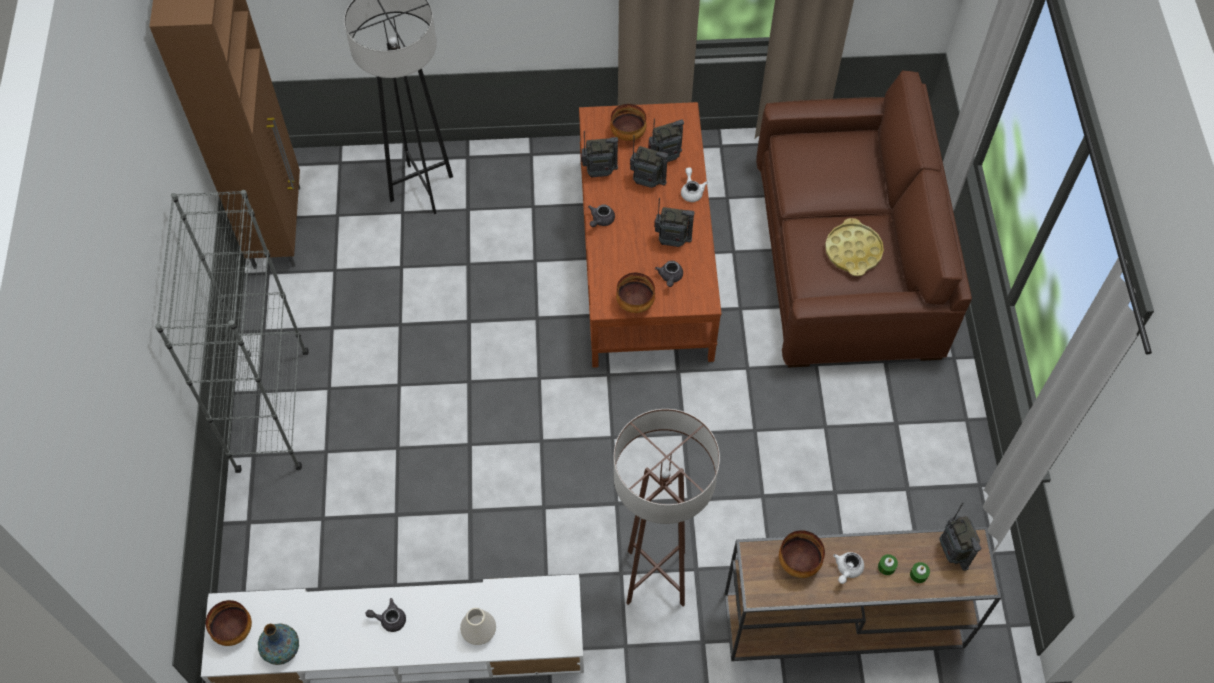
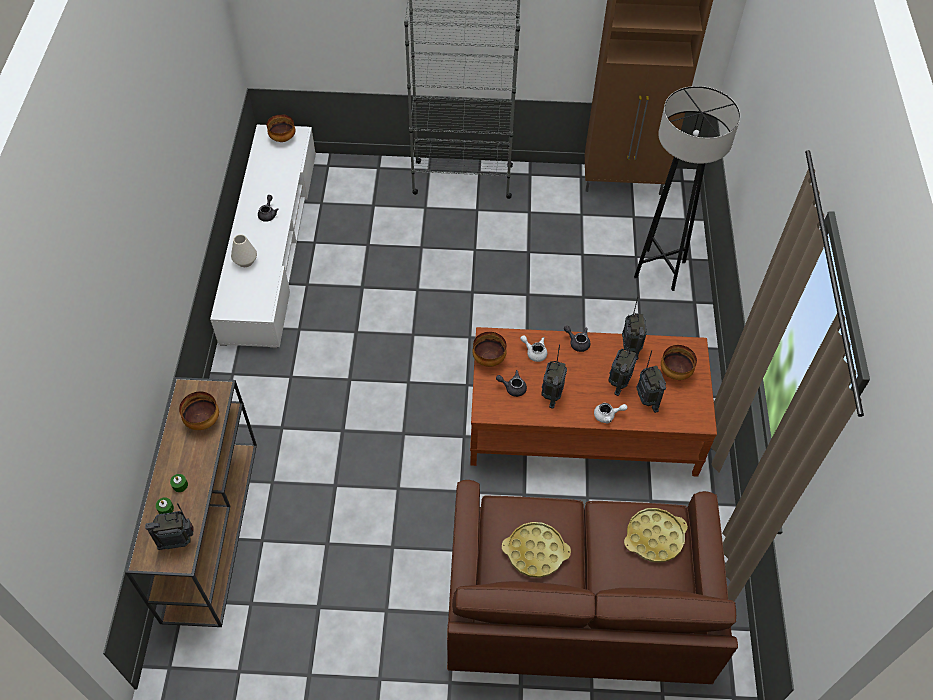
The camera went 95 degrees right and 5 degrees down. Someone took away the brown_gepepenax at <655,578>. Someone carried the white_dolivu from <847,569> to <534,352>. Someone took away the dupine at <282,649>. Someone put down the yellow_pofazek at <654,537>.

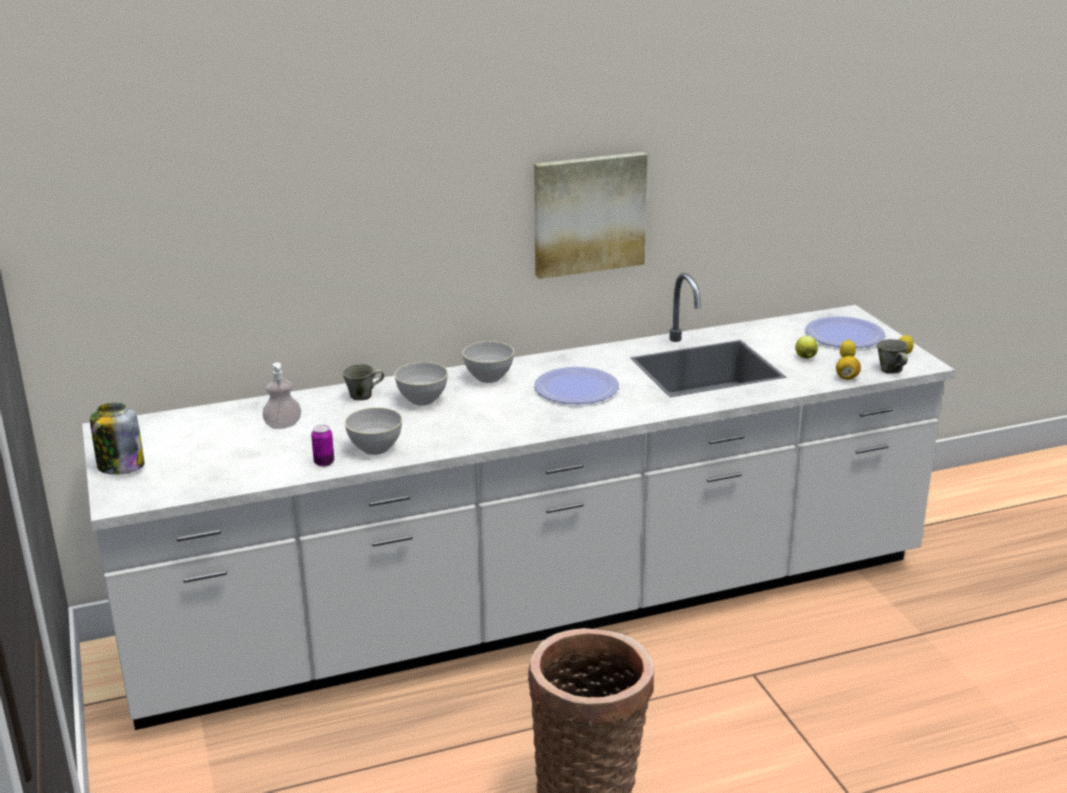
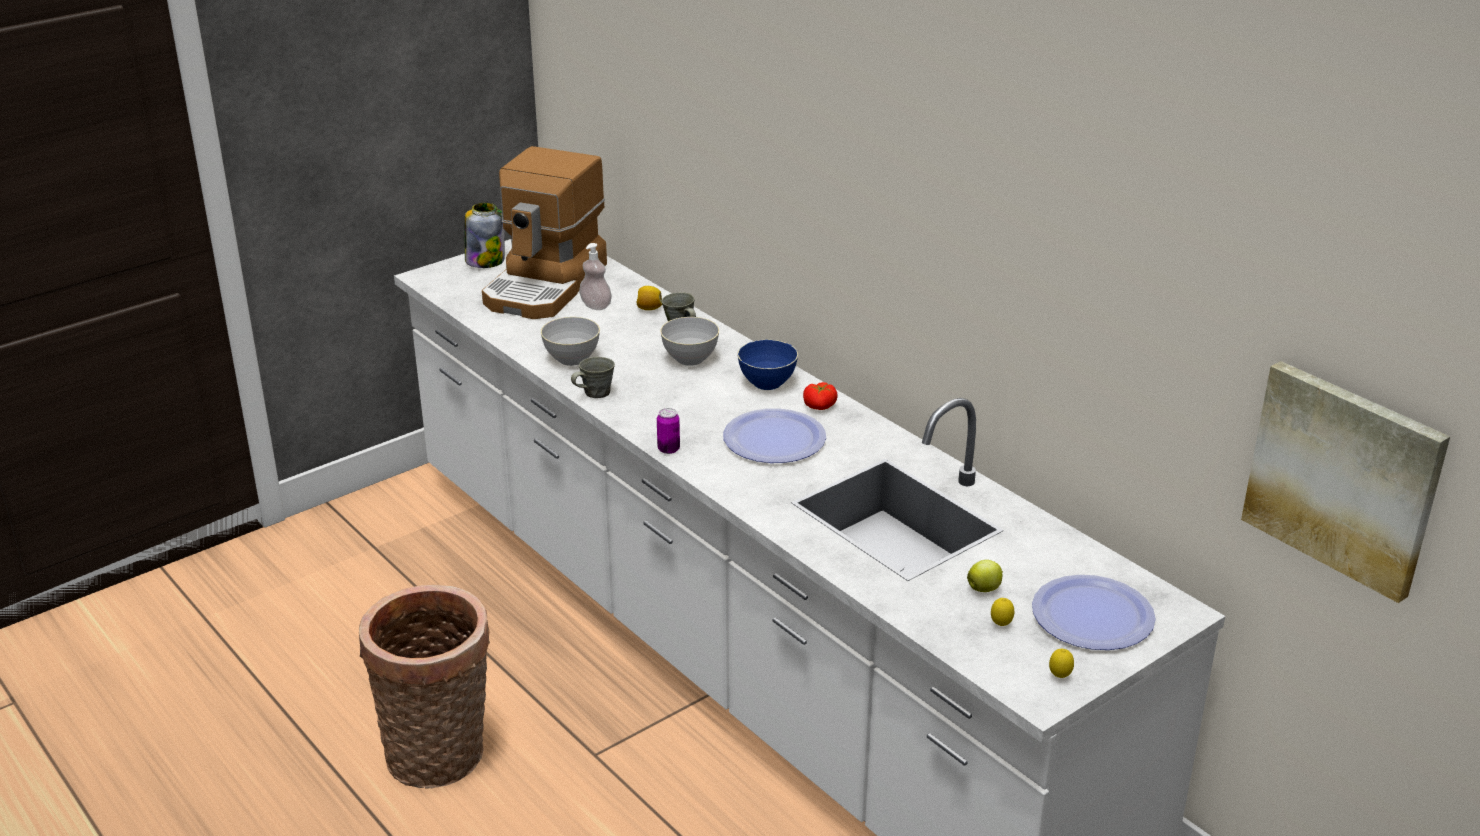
The camera went 70 degrees right and 5 degrees up. Someone carried the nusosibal from <588,213> to <1344,477>. Someone carried the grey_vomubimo from <891,370> to <595,393>. Someone repainted the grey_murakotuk at <488,377>, which became the blue_murakotuk at <767,383>. Someone carried the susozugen from <847,378> to <649,309>. Someone carried the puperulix from <324,463> to <668,449>. Someone put down the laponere at <546,285>. Someone put down the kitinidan at <820,406>.

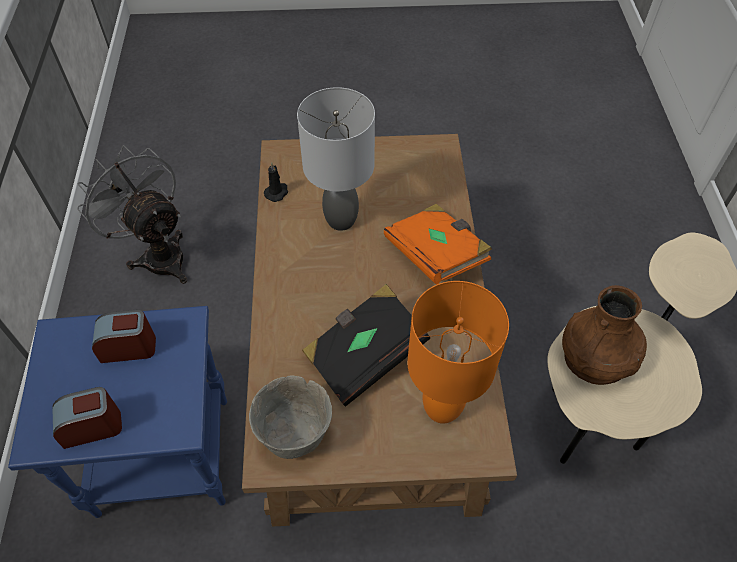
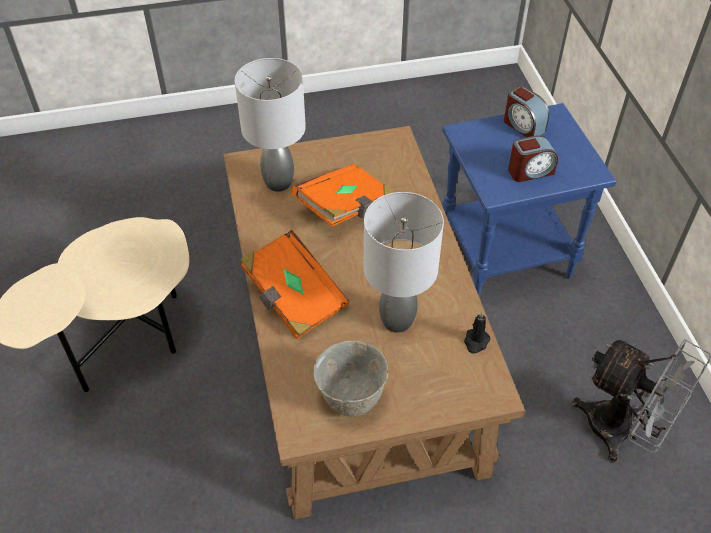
The camera went 170 degrees right and 5 degrees down. Someone repainted the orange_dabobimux at <442,407>, which became the grey_dabobimux at <278,183>. Someone repainted the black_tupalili at <364,354>, which became the orange_tupalili at <345,208>. Someone took away the brown_dupine at <596,358>. Someone carried the grey_murakotuk from <296,433> to <350,399>. Someone rotated the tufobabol at <92,427> by 75 degrees clockwise.

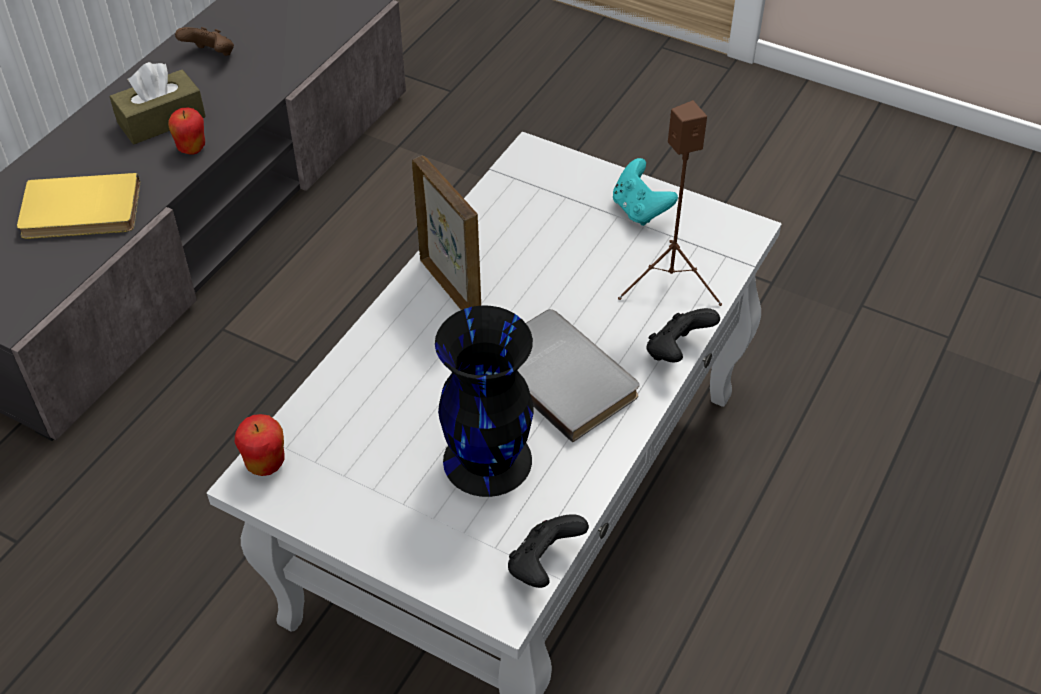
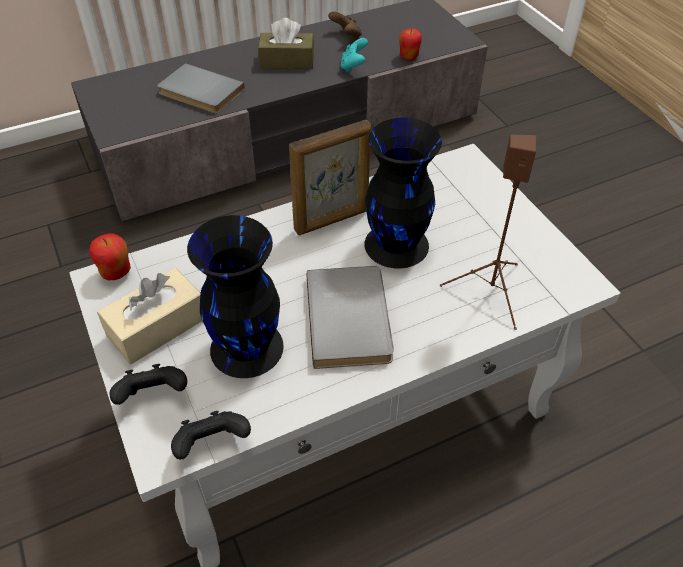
The camera went 35 degrees right and 0 degrees up. Someone carried the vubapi from <192,148> to <409,57>. Someone rotated the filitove at <451,286> by 60 degrees clockwise. Someone carried the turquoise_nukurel from <640,210> to <353,66>. Someone repainted the yellow_tupalili at <81,213>, which became the grey_tupalili at <199,93>. Someone carried the black_nukurel from <677,351> to <154,396>. Someone put down the black_dupine at <398,244>. Someone put down the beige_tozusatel at <157,327>.

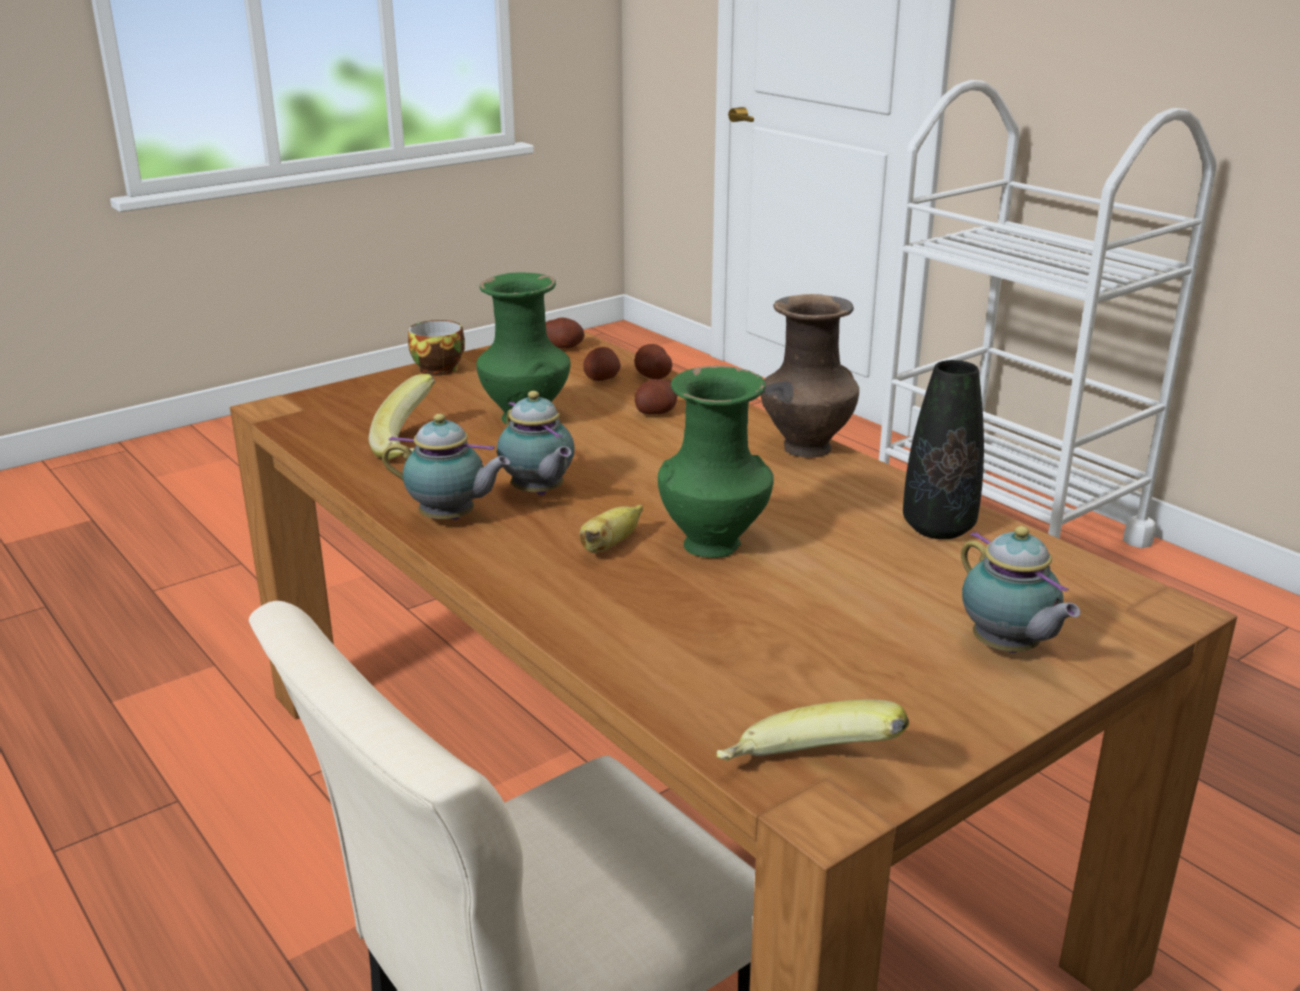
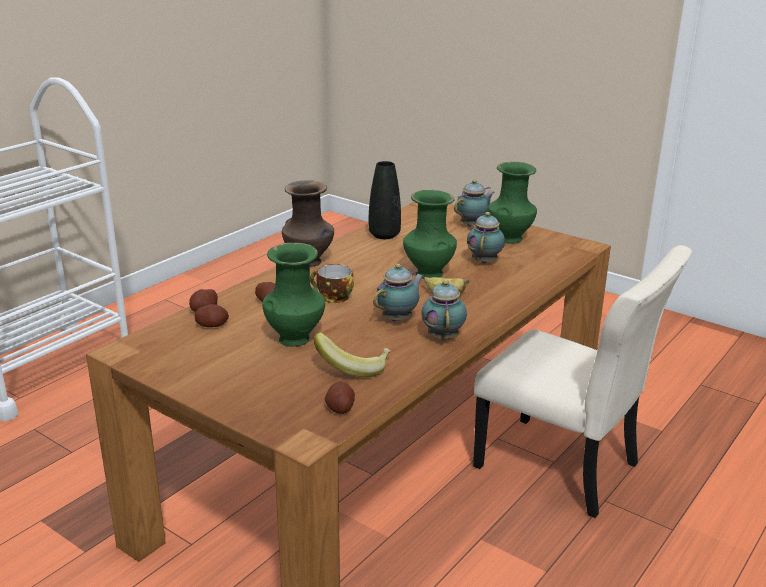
The camera went 105 degrees left and 0 degrees up. Someone carried the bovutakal from <562,347> to <340,408>. Someone carried the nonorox from <439,368> to <333,298>. Someone took away the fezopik at <807,775>. Someone put down the green_dupine at <509,238>. Someone put down the dolivu at <485,261>.

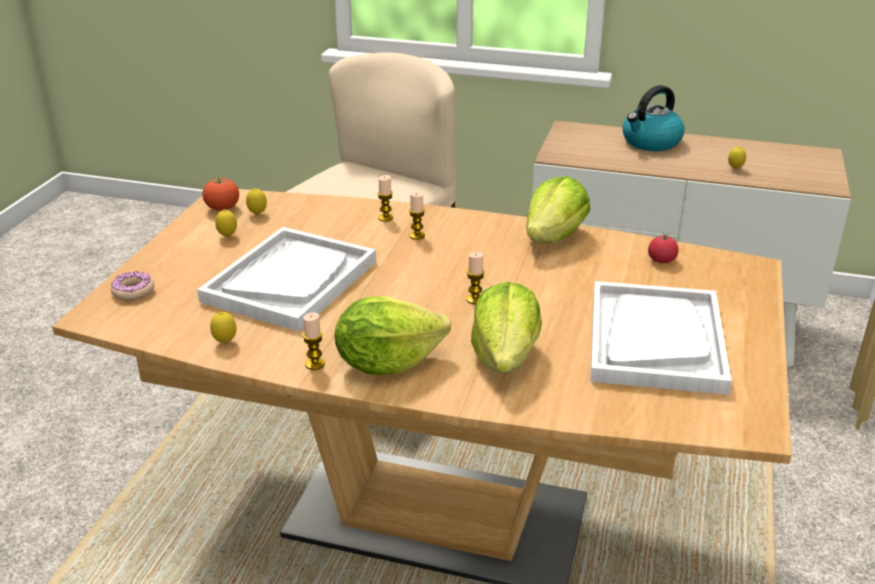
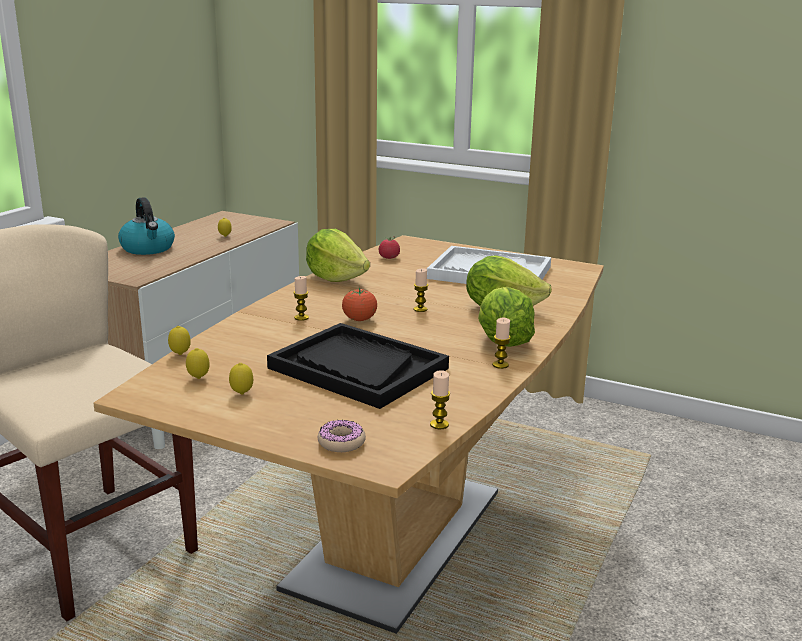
The camera went 80 degrees left and 10 degrees down. Someone carried the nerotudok from <385,218> to <439,424>. Someone carried the kitinidan from <222,209> to <359,320>. Someone repainted the white_pofazek at <290,281>, which became the black_pofazek at <357,368>. Someone carried the susozugen from <225,342> to <180,354>.

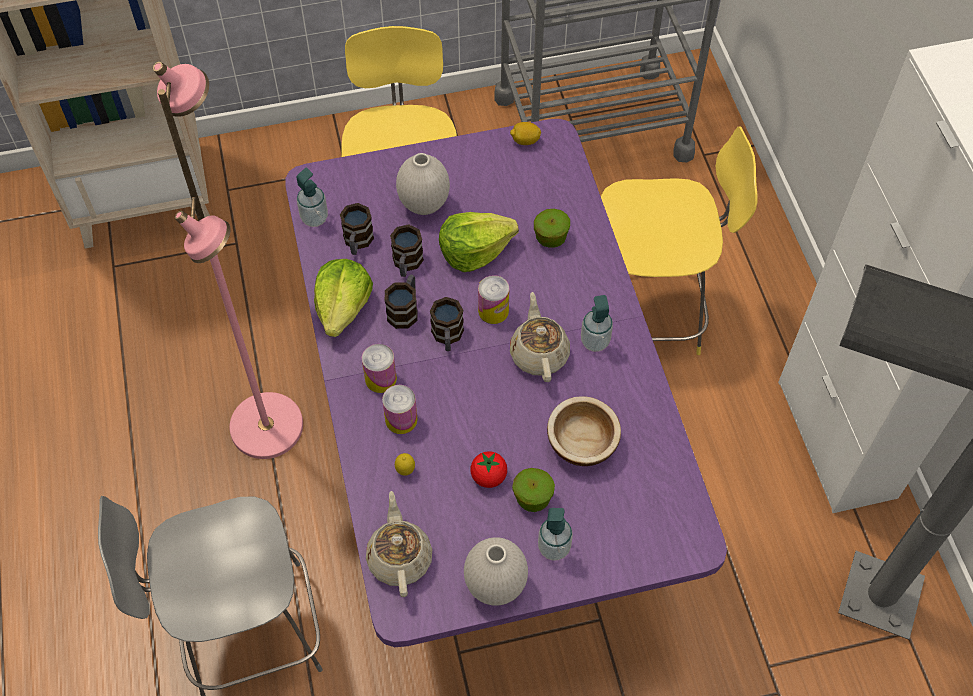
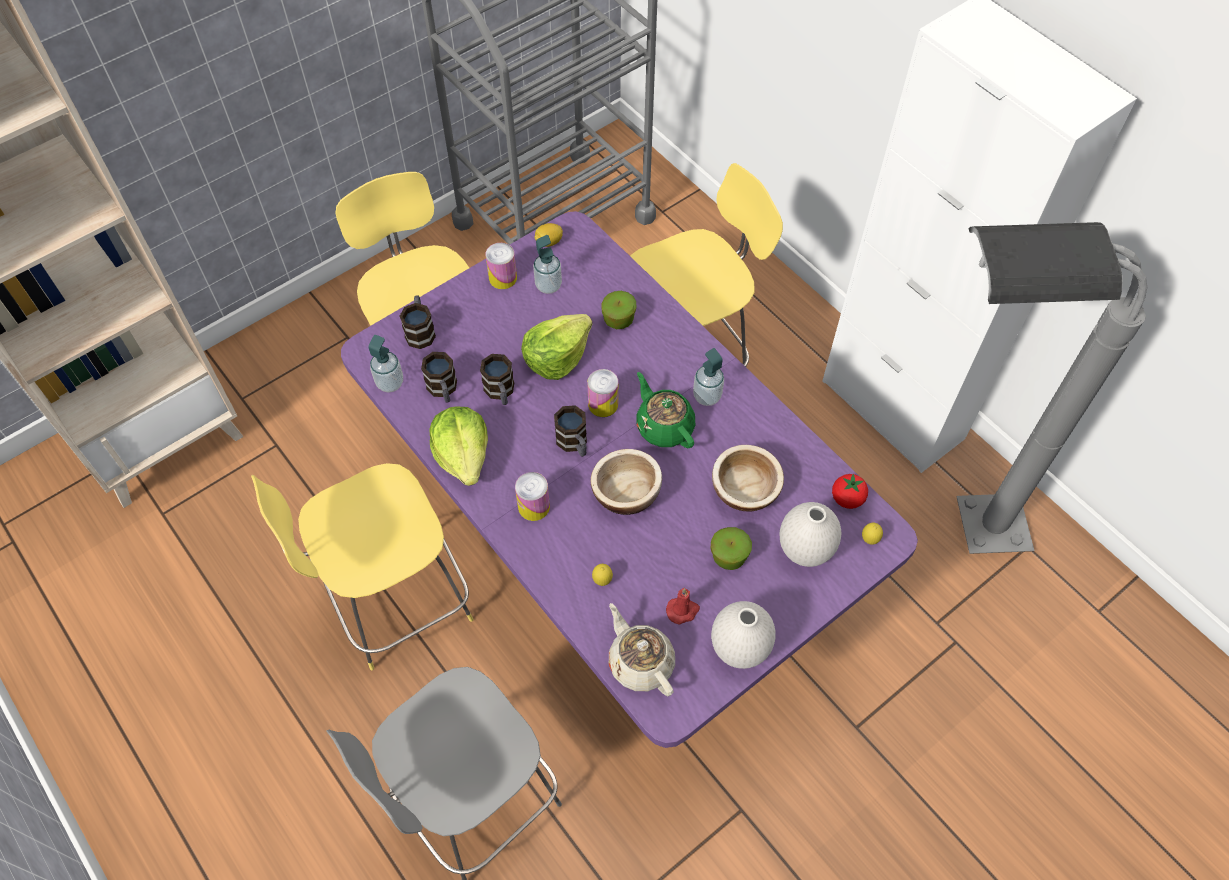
The camera went 25 degrees left and 0 degrees up. Someone swapped the pink_gepepenax at <268,426> for the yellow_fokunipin at <395,602>. Someone carried the white_dupine from <425,205> to <805,550>. Someone carried the vomubimo from <405,309> to <420,331>. Someone repainted the beige_dolivu at <539,353>, which became the green_dolivu at <664,426>. Someone carried the puperulix from <401,419> to <503,278>. Someone carried the kitinidan from <488,476> to <847,498>. Someone carried the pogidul from <554,548> to <548,285>. Someone put down the murakotuk at <626,493>. Someone put down the susozugen at <869,540>. Someone put down the red_nerotudok at <683,610>.

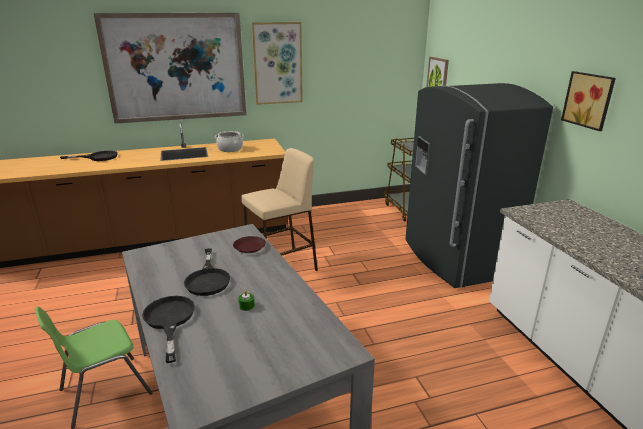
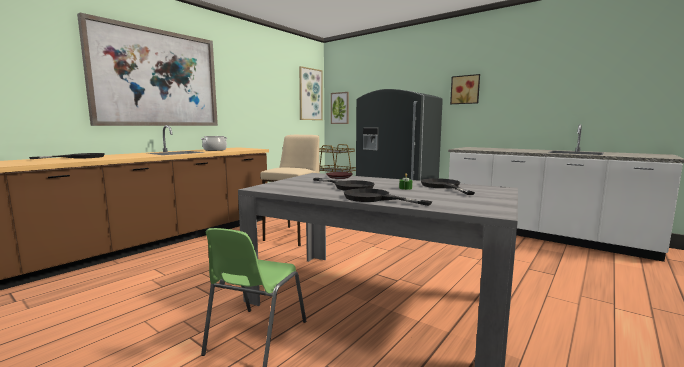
The camera went 35 degrees left and 15 degrees down. Someone carried the nusosibal from <277,63> to <310,94>. Someone put down the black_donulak at <443,186>.

